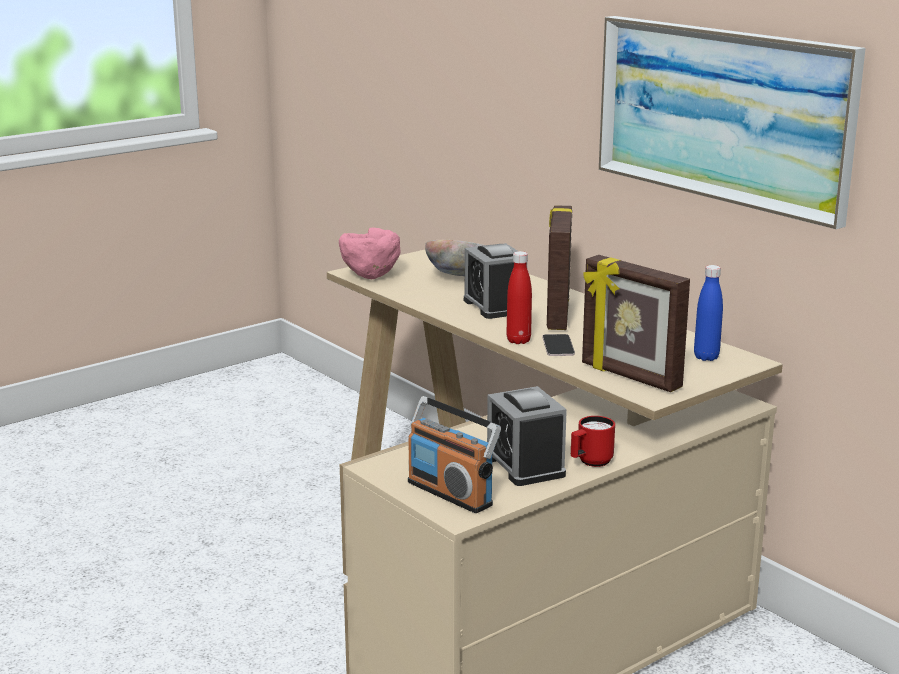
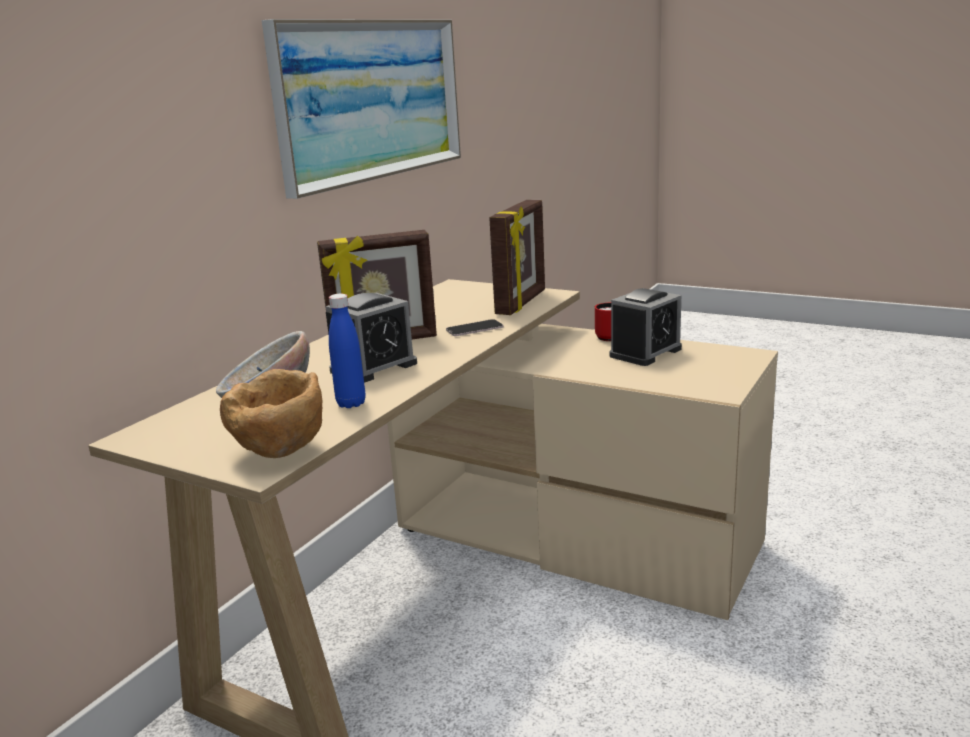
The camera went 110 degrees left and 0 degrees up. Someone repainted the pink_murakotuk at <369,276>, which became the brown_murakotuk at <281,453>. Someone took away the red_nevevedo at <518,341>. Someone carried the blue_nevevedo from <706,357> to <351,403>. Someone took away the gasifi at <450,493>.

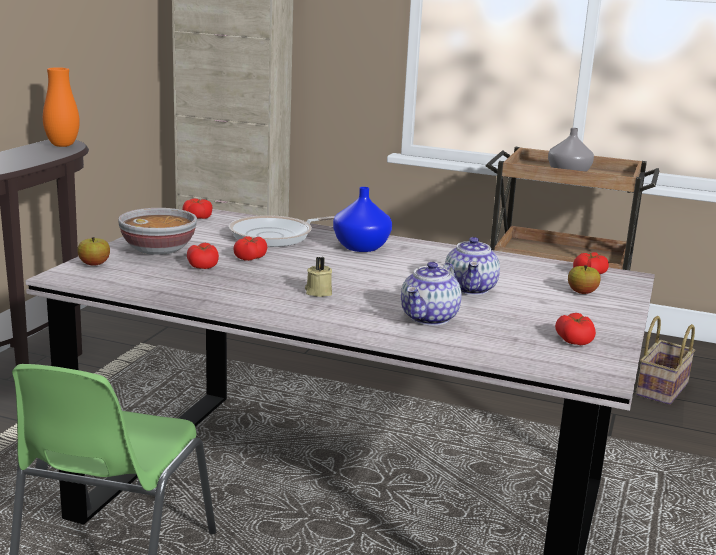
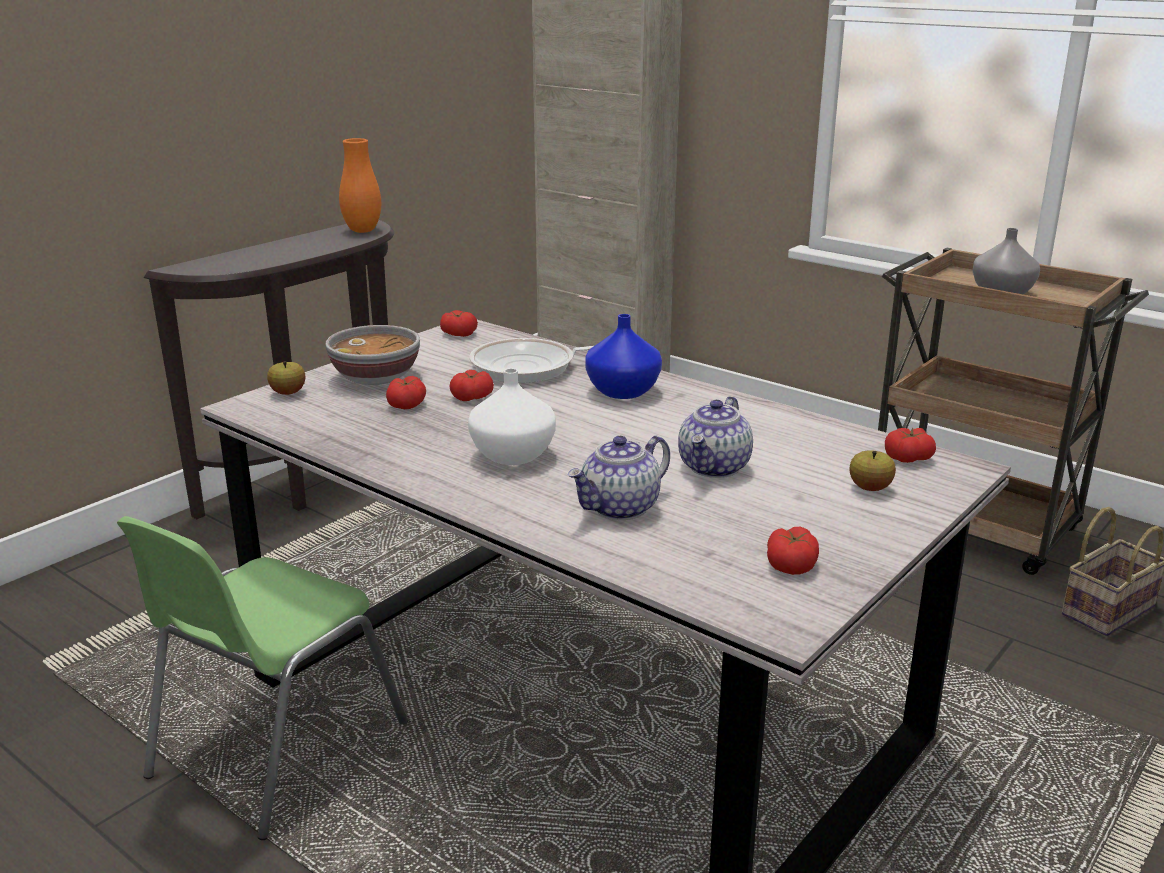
The camera went 20 degrees right and 5 degrees up. Someone swapped the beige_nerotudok at <318,292> for the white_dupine at <511,455>.

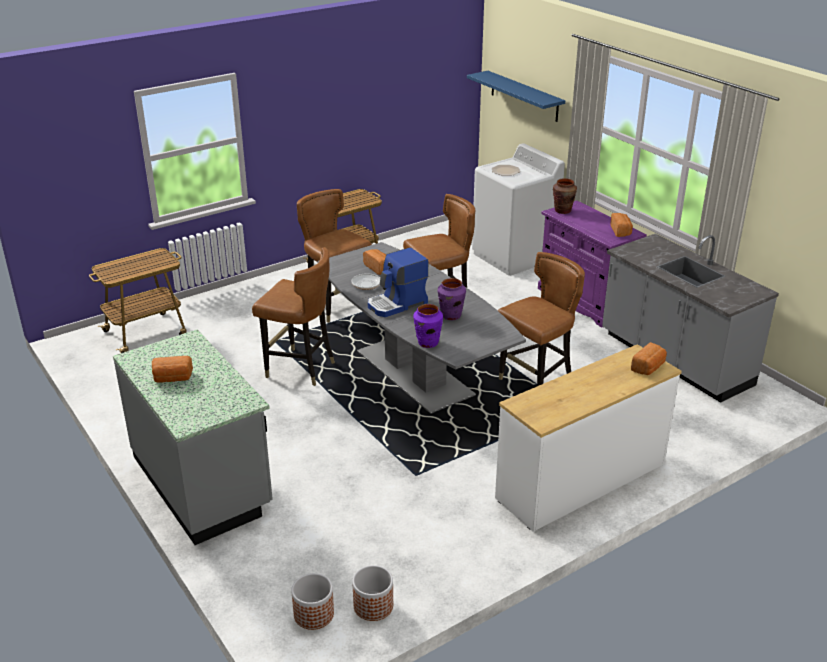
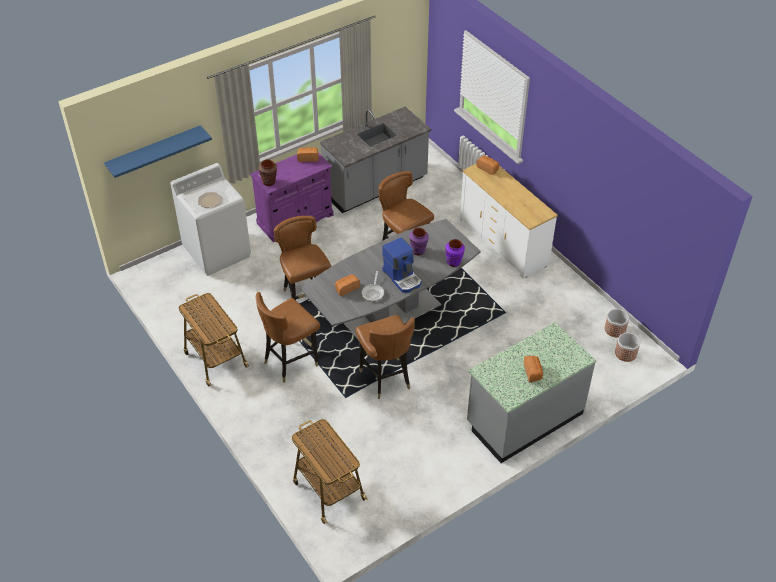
The camera went 90 degrees left and 15 degrees up. Someone rotated the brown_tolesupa at <300,368> by 135 degrees clockwise.

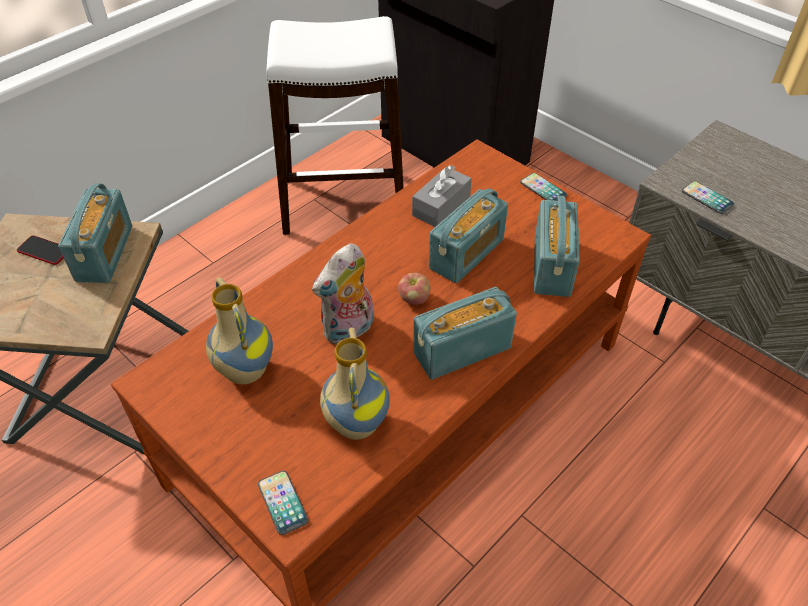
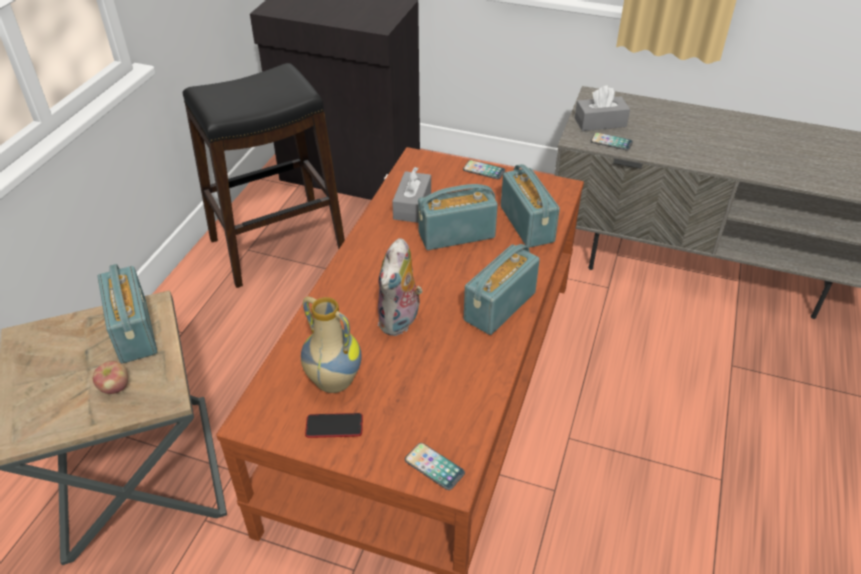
The camera went 25 degrees left and 5 degrees down. Someone repainted the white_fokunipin at <344,202>, which became the black_fokunipin at <278,244>. Someone rotated the gasifi at <466,254> by 120 degrees counterclockwise. Someone carried the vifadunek from <44,251> to <334,426>. Someone carried the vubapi from <414,299> to <115,387>. Someone took away the dupine at <355,424>. Someone put down the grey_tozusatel at <600,122>.

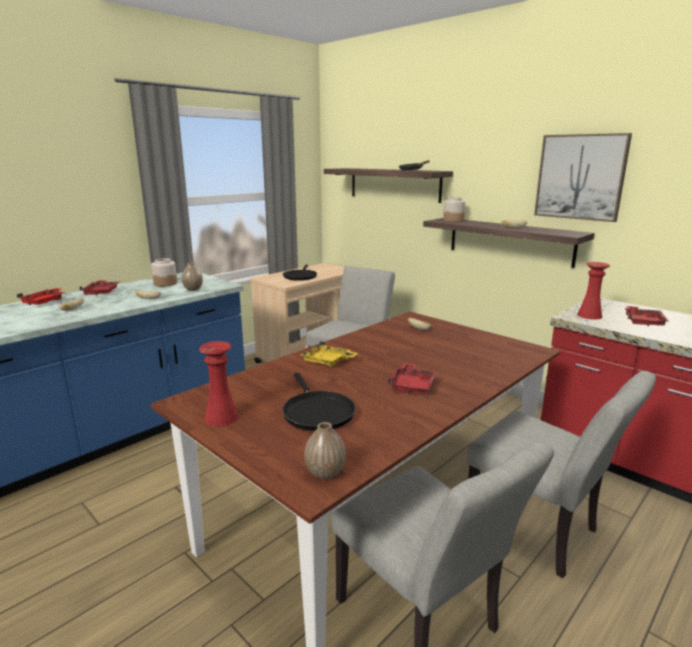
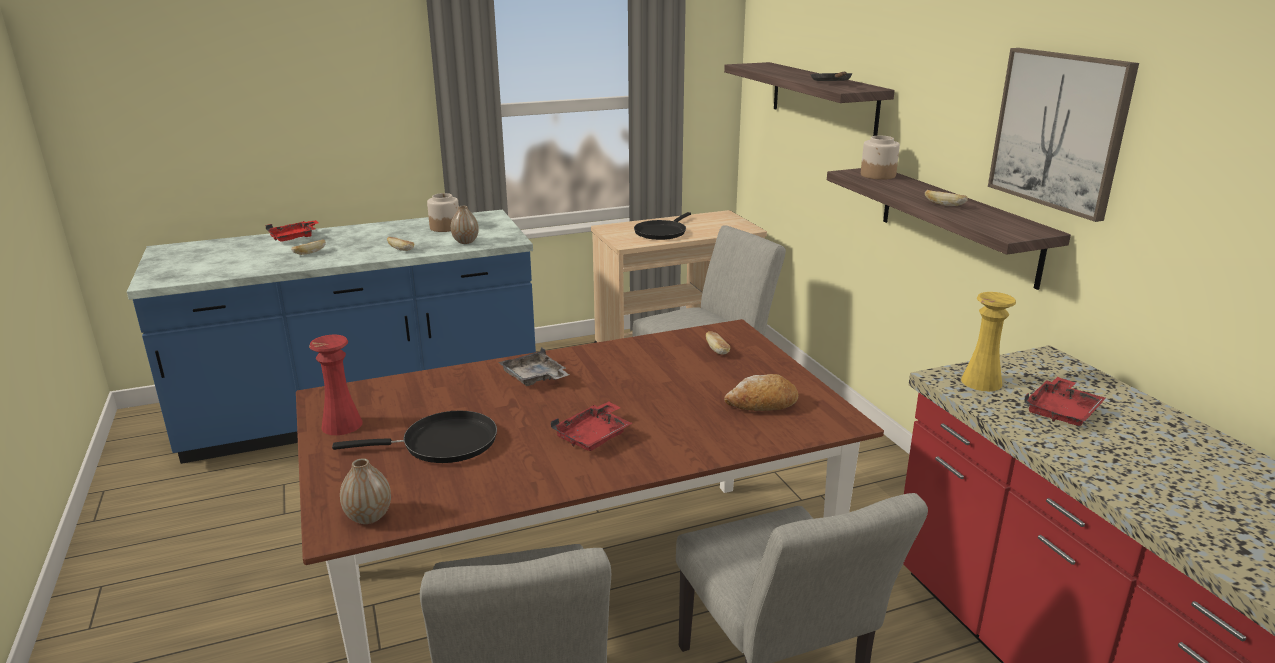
The camera went 25 degrees right and 5 degrees up. Someone repainted the red_dupine at <589,315>, which became the yellow_dupine at <981,382>. Someone took away the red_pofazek at <102,292>. Someone repainted the yellow_pofazek at <327,361>, which became the grey_pofazek at <534,378>. Someone rotated the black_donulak at <317,412> by 105 degrees counterclockwise. Someone put down the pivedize at <762,404>.

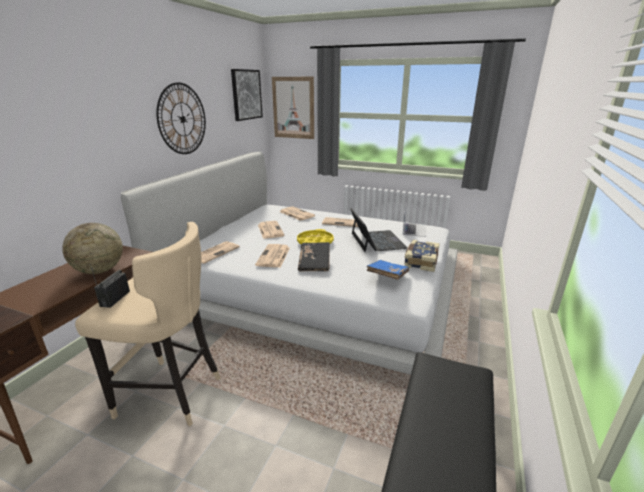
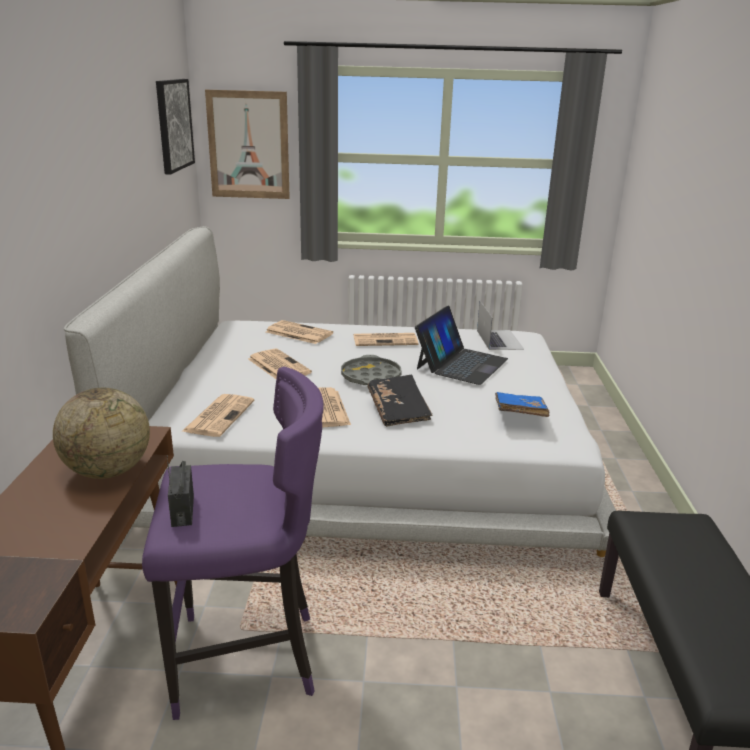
The camera went 20 degrees left and 0 degrees up. Someone took away the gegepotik at <182,119>. Someone rotated the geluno at <377,241> by 60 degrees clockwise. Someone repainted the beige_fokunipin at <171,394>, which became the purple_fokunipin at <246,660>. Someone repainted the yellow_pofazek at <315,242>, which became the grey_pofazek at <370,377>. Someone took away the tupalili at <420,262>.

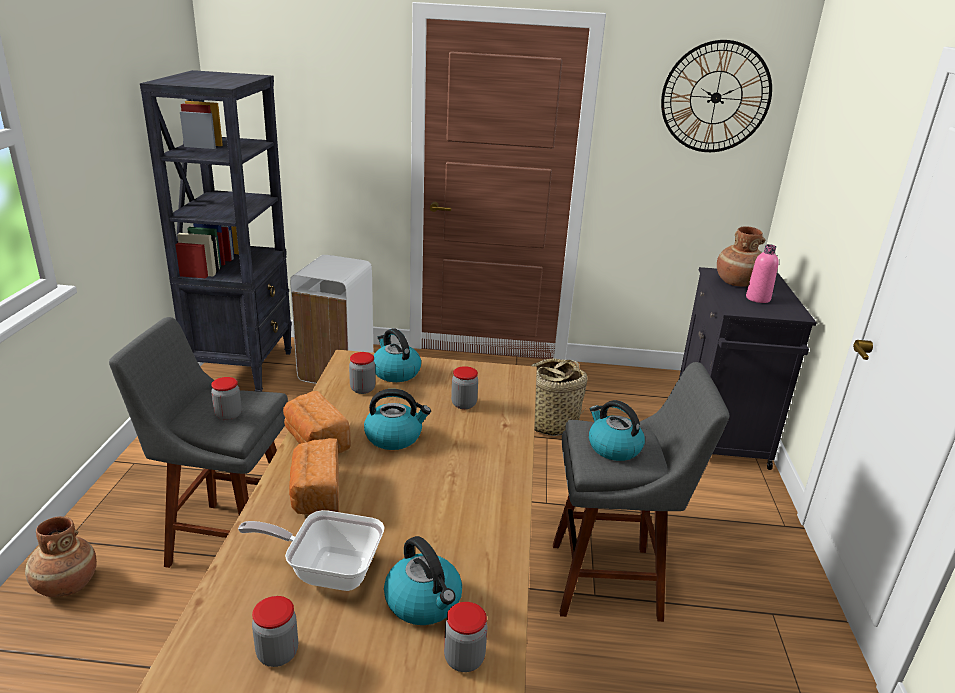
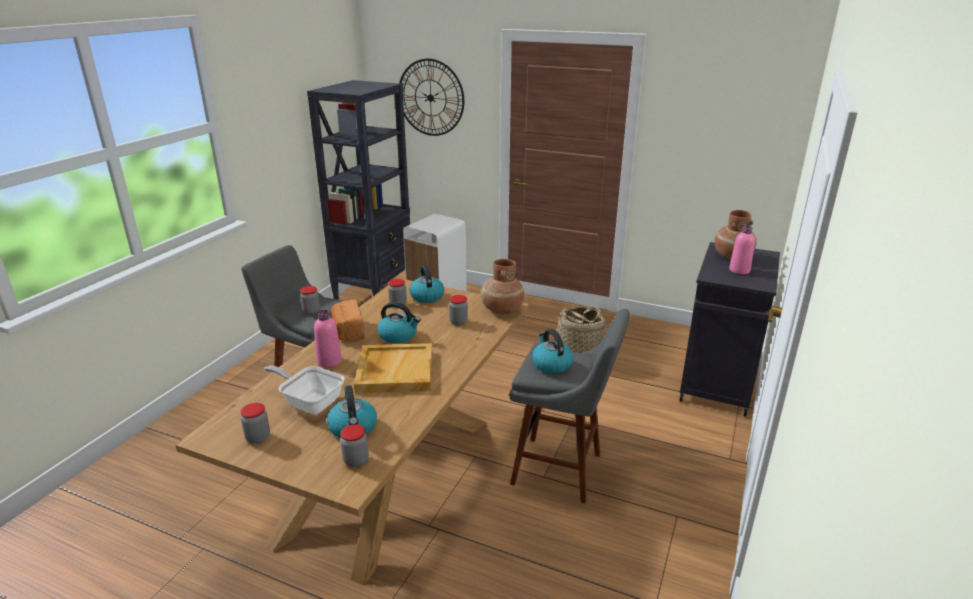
The camera went 20 degrees right and 0 degrees up. Someone carried the gegepotik from <715,97> to <430,98>. Someone swapped the pivedize at <315,494> for the pink_nevevedo at <329,361>. Someone carried the brown_dupine from <66,585> to <502,310>. Someone put down the beige_pofazek at <394,371>.

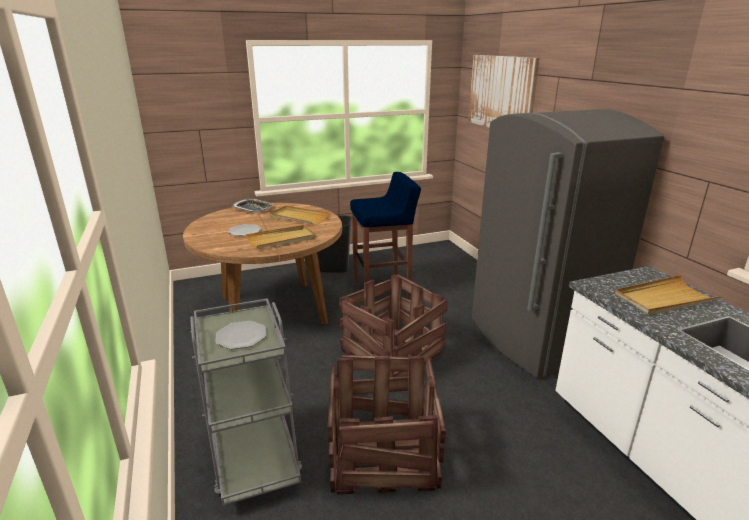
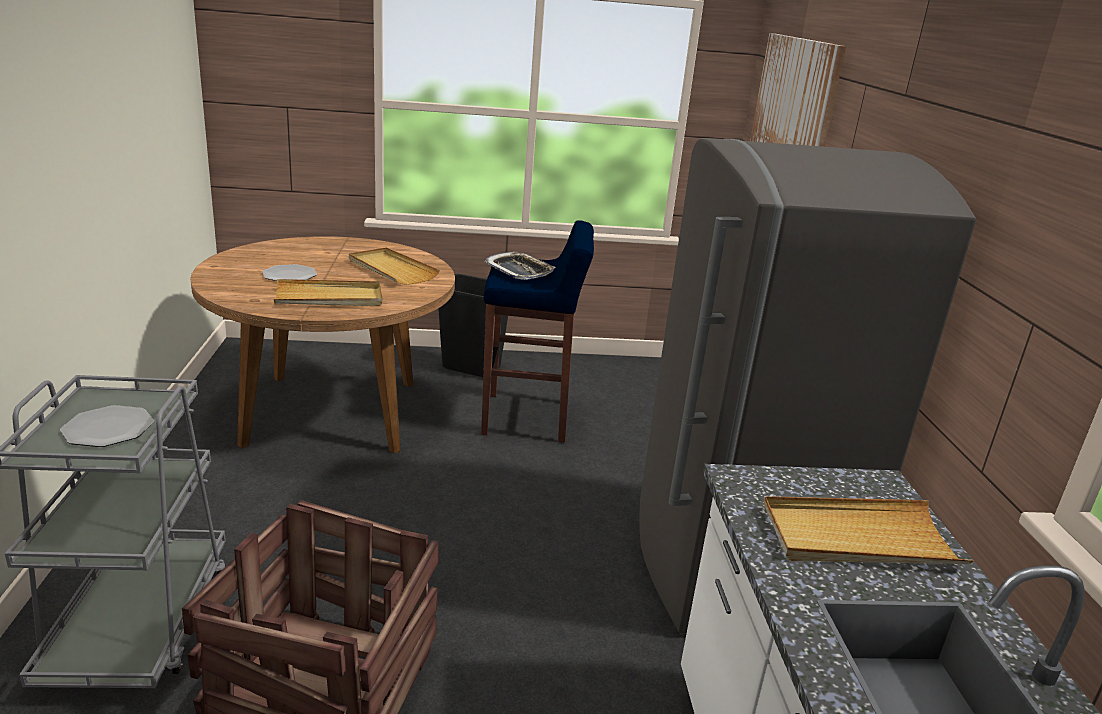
The camera went 15 degrees right and 0 degrees up. Someone carried the pofazek from <253,208> to <519,271>. Someone took away the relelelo at <391,352>.

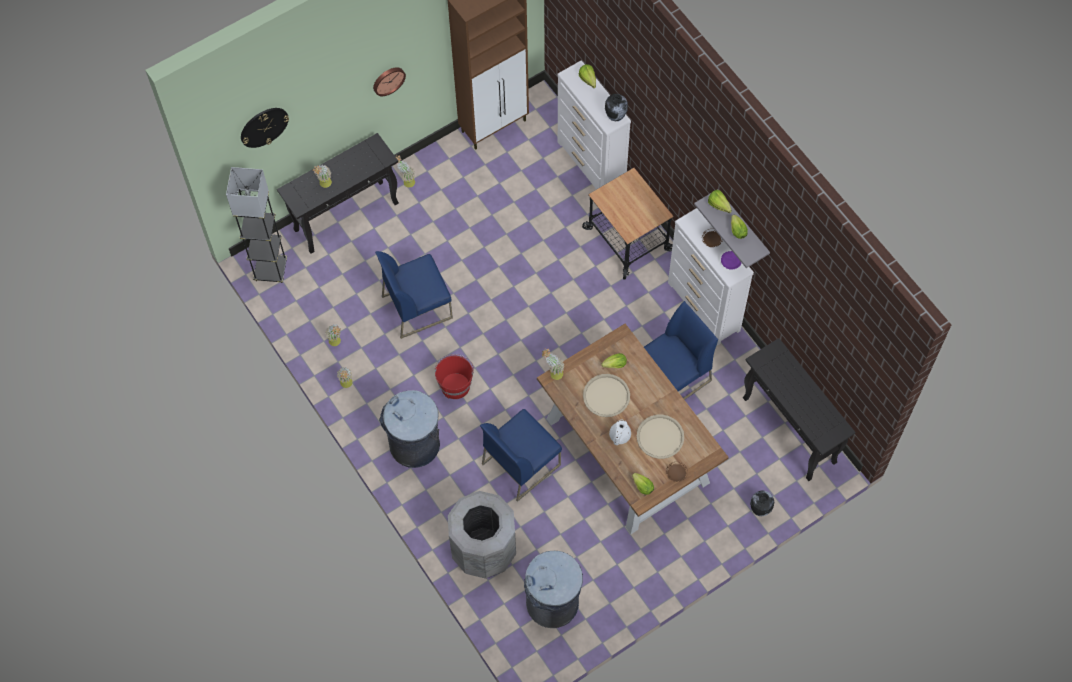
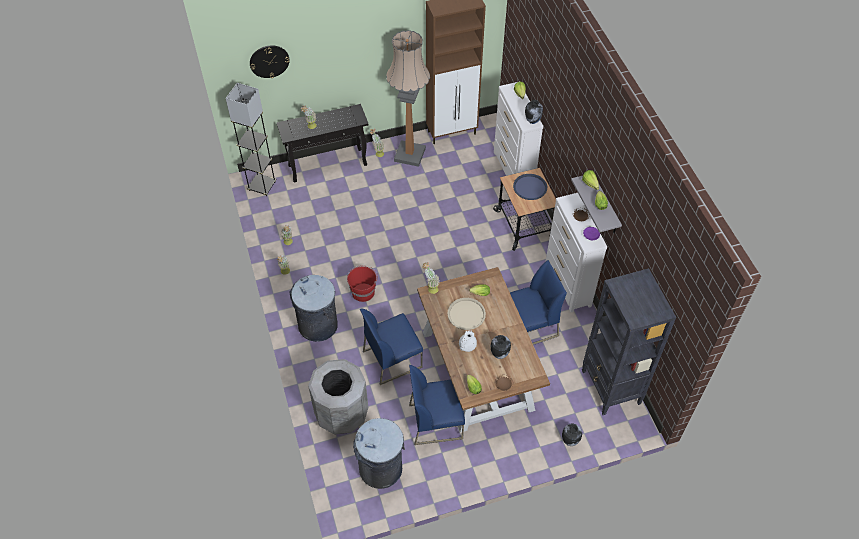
The camera went 15 degrees right and 10 degrees down. Someone took away the gegepotik at <388,80>. Someone carried the blue_tolesupa from <417,306> to <436,421>. Someone swapped the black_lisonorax at <790,431> for the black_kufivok at <611,388>. Someone swapped the beige_pofazek at <660,437> for the dupine at <499,354>. Someone put down the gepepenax at <410,154>. Someone put down the blue_pofazek at <530,187>.

